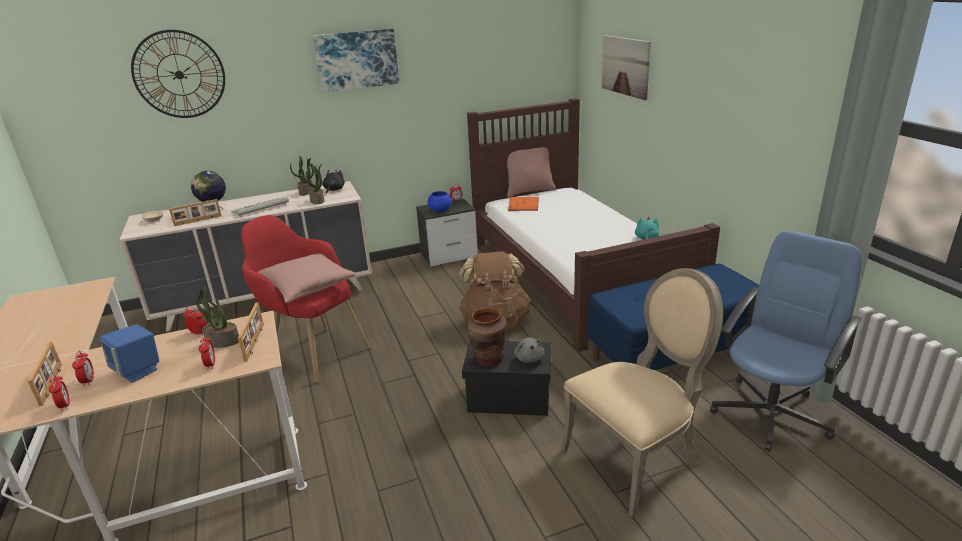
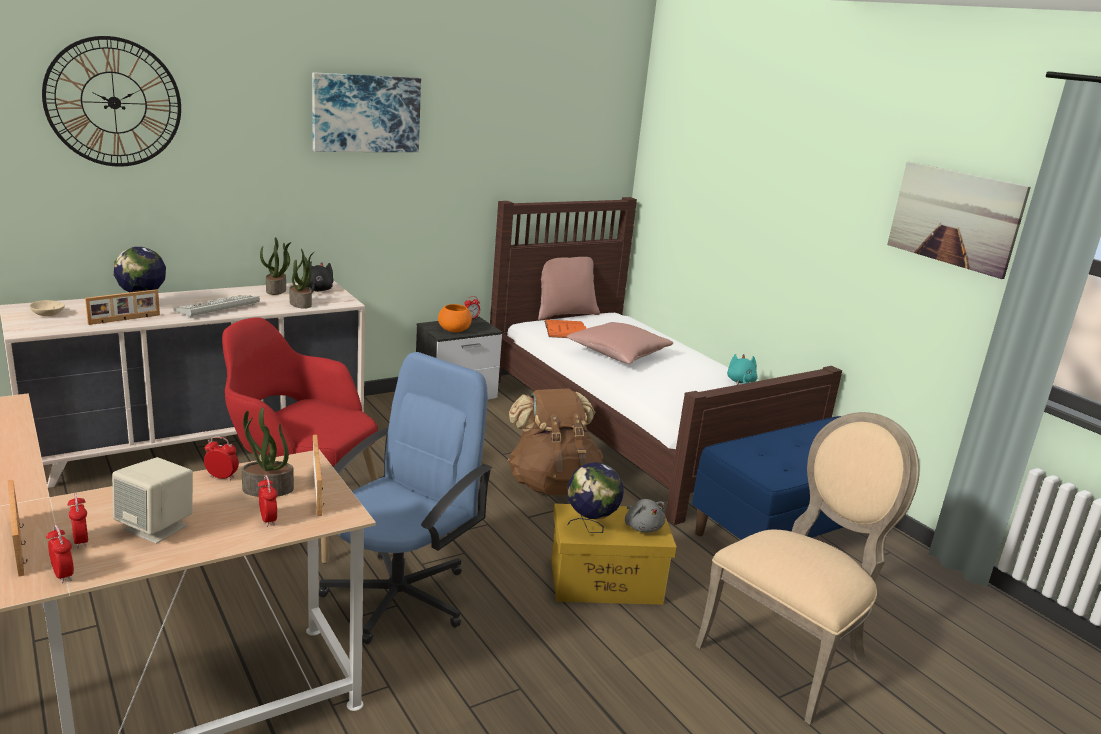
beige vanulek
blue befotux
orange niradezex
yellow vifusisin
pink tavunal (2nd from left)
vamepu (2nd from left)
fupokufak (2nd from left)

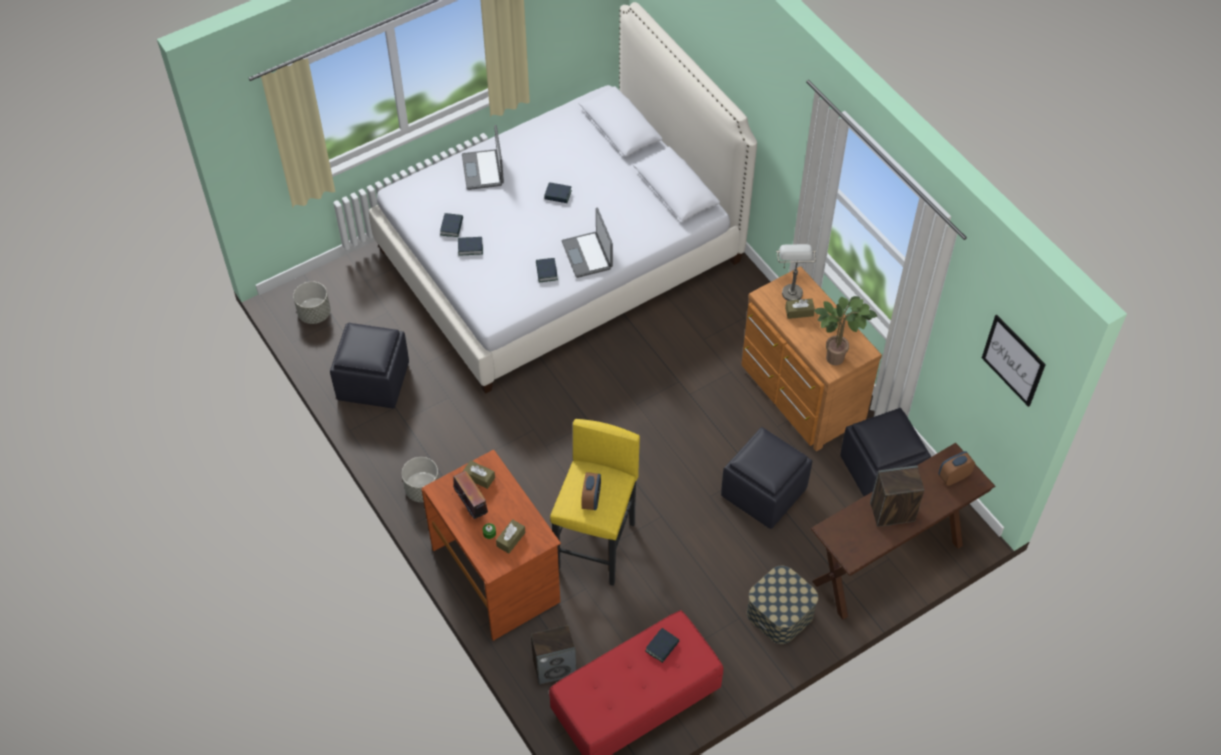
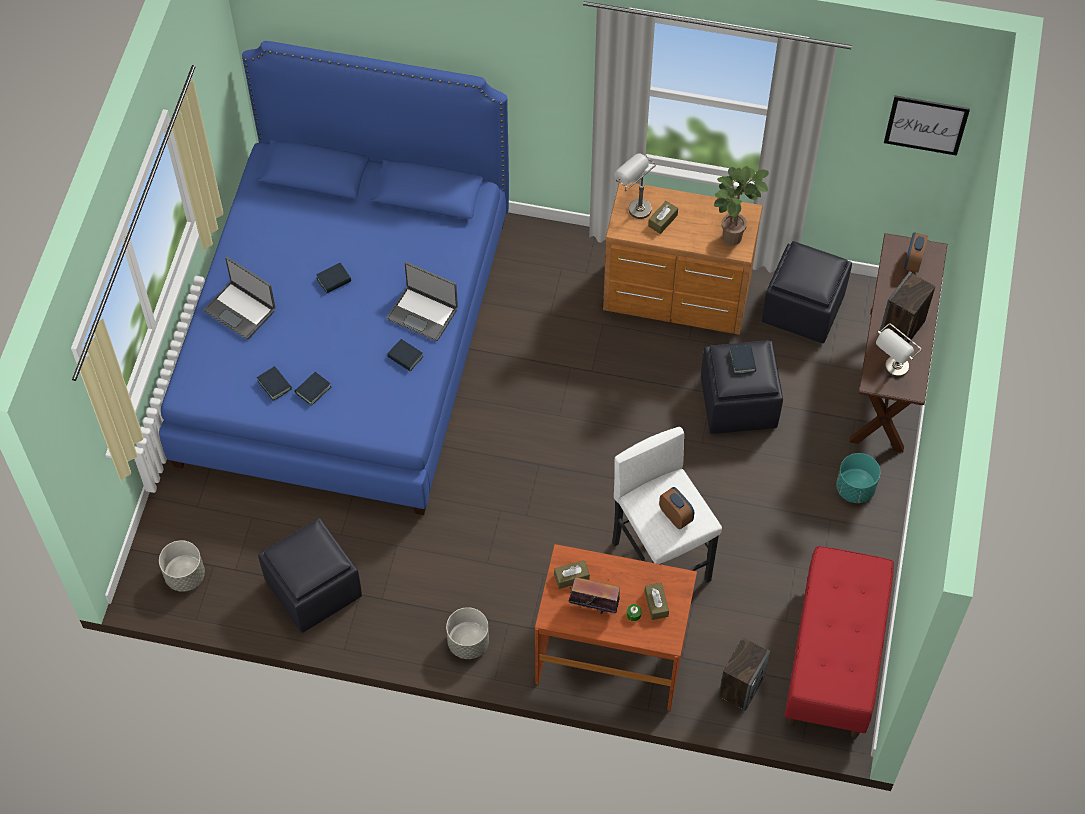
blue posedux
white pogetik
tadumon (5th from left)
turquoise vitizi
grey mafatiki (2nd from left)

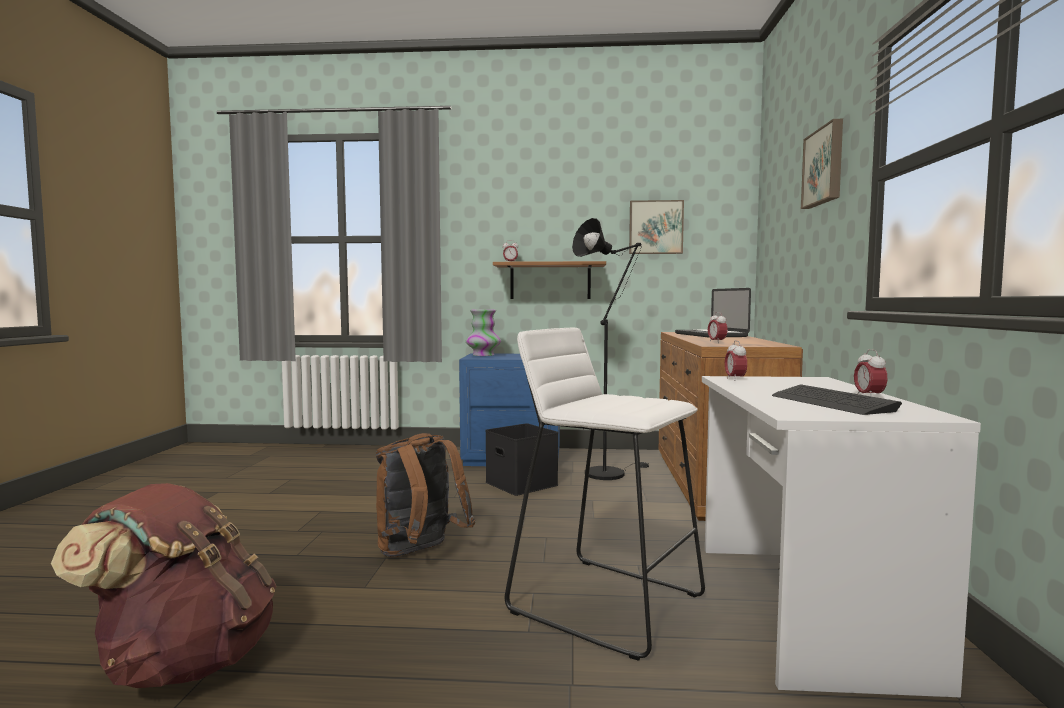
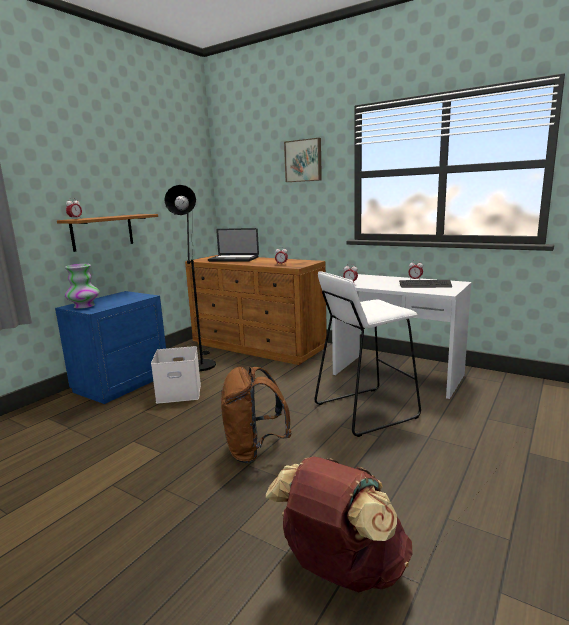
white vifusisin
fupokufak (1st from left in the first image)

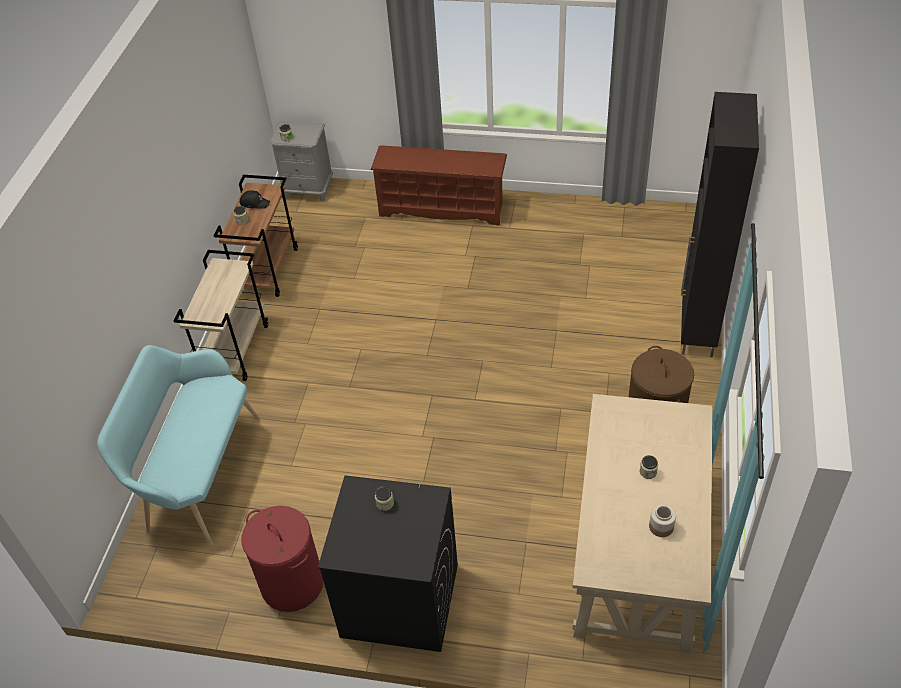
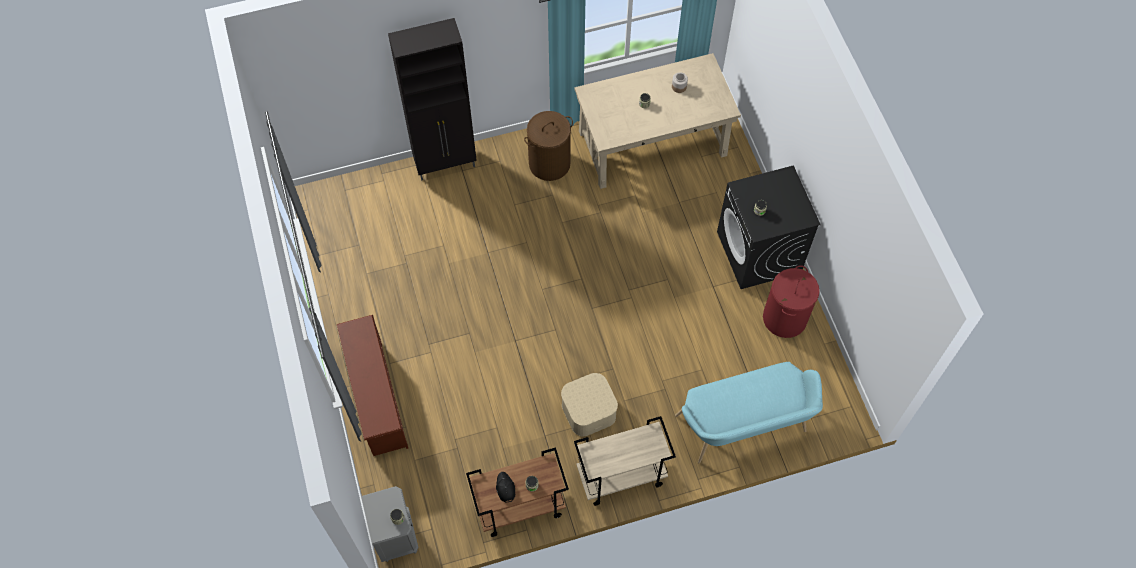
beige vifusisin

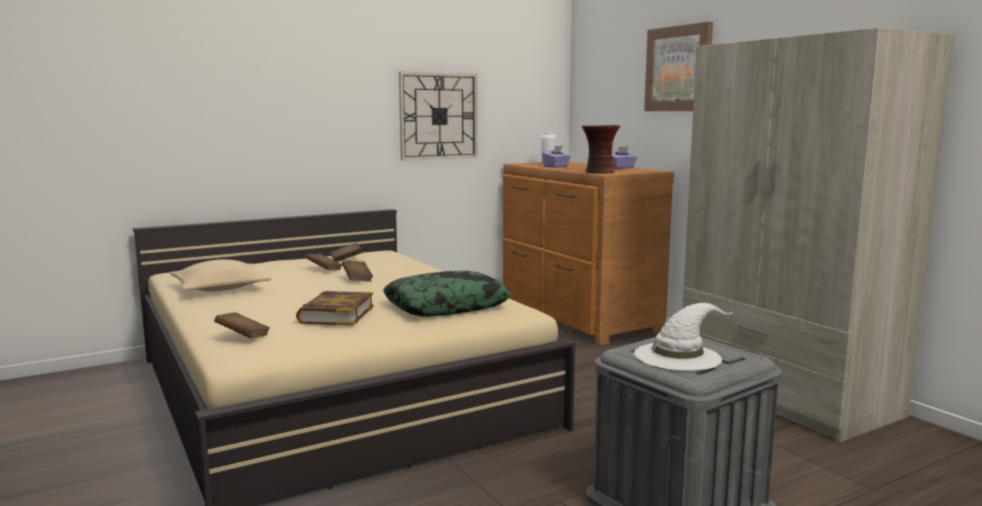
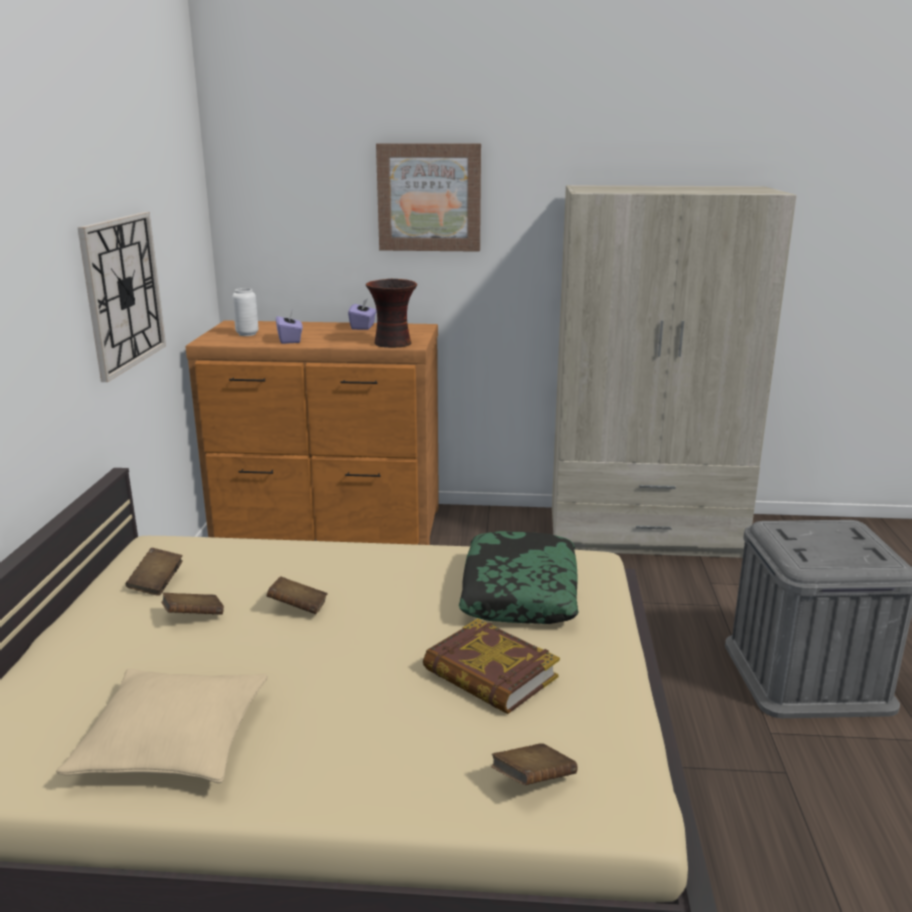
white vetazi

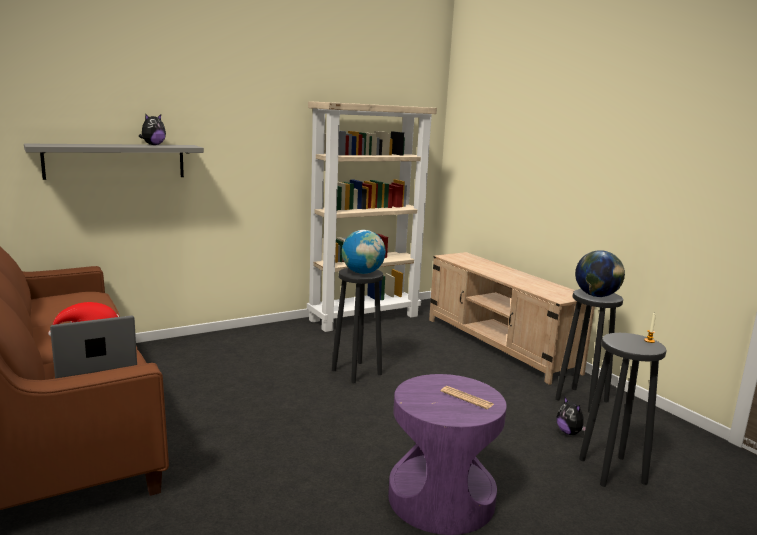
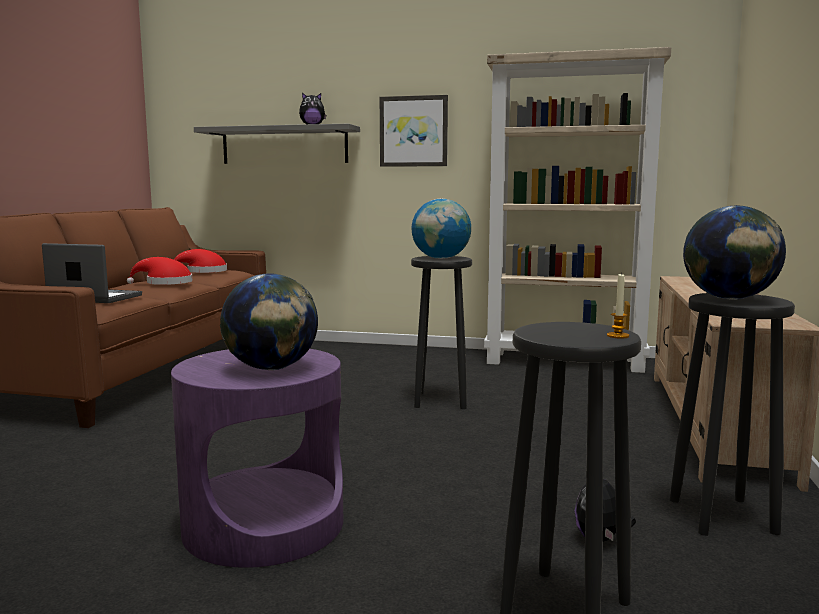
red vetazi (2nd from left)
vamepu (1st from left)
fupokufak

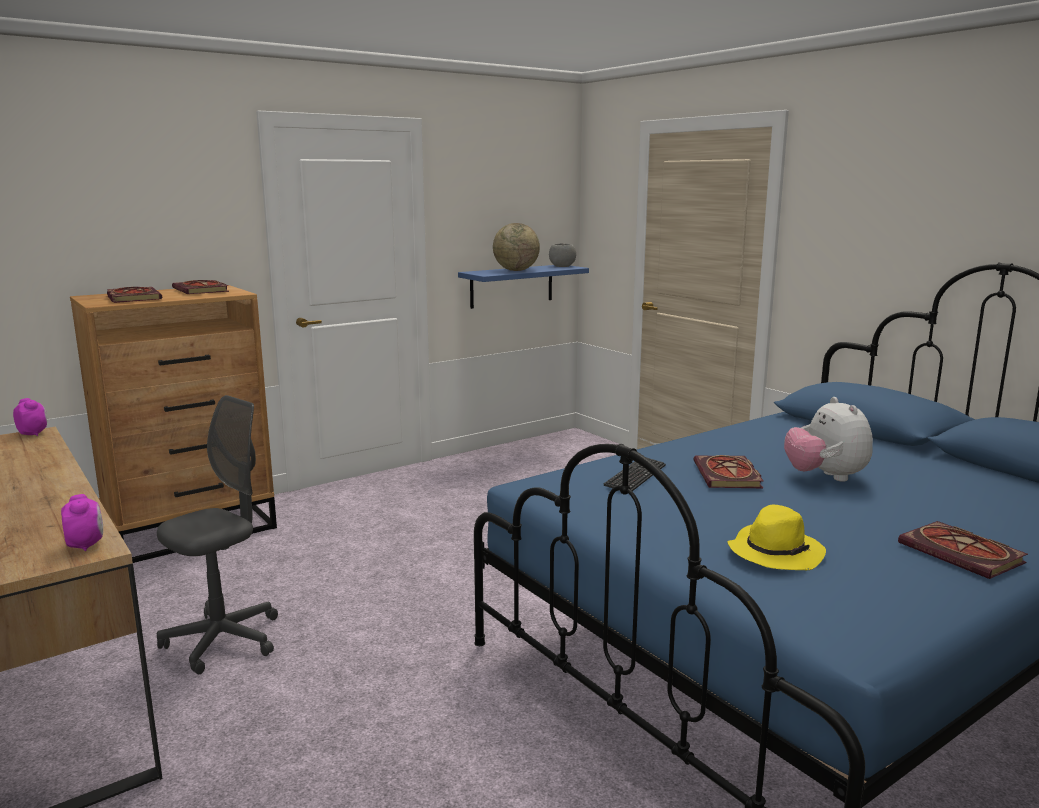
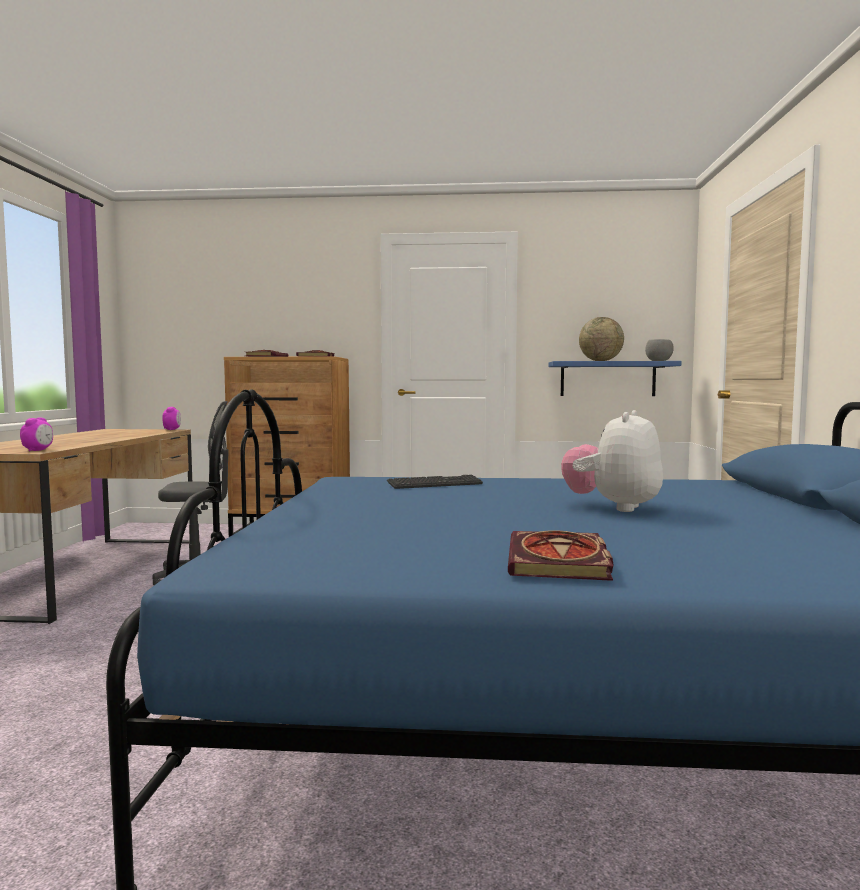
tadumon (3rd from left in the first image)
yellow vetazi

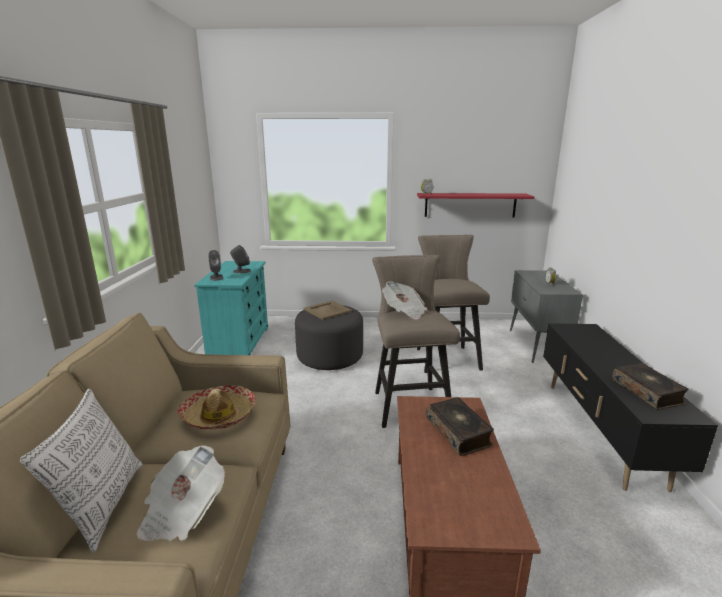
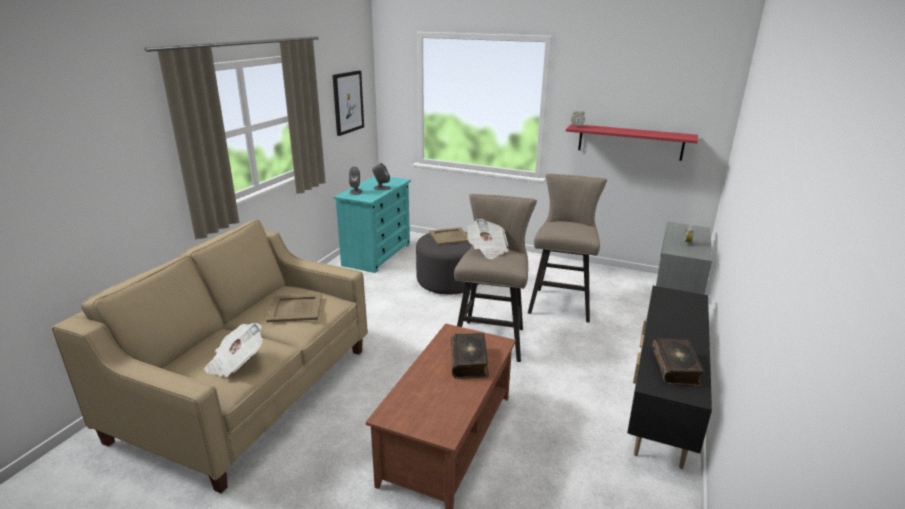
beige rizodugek (1st from left)
fupokufak
tavunal

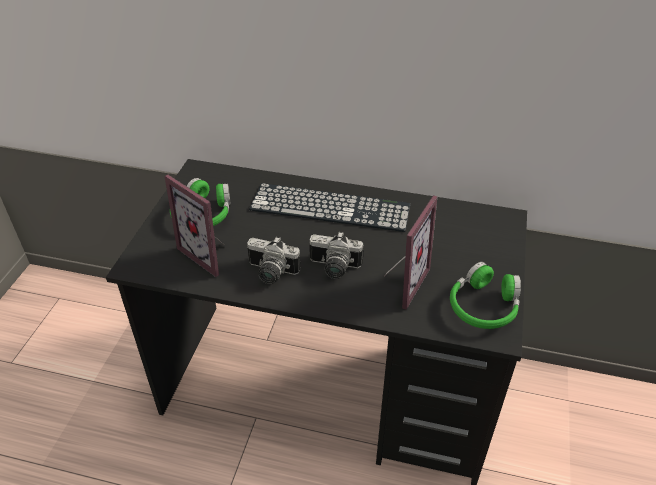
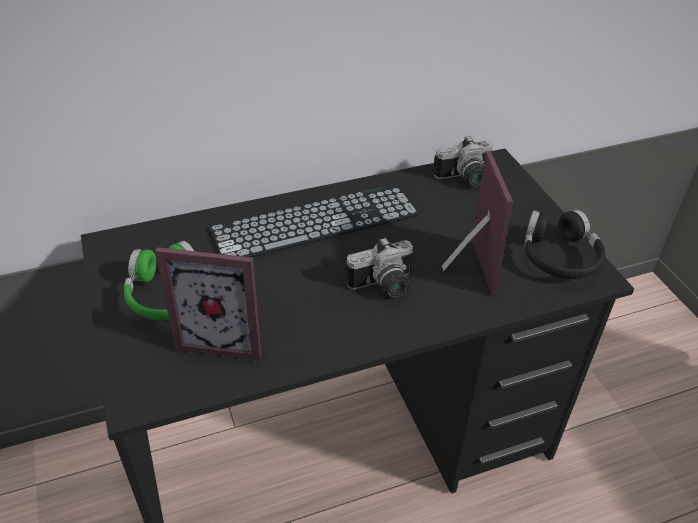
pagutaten (2nd from left)
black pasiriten

